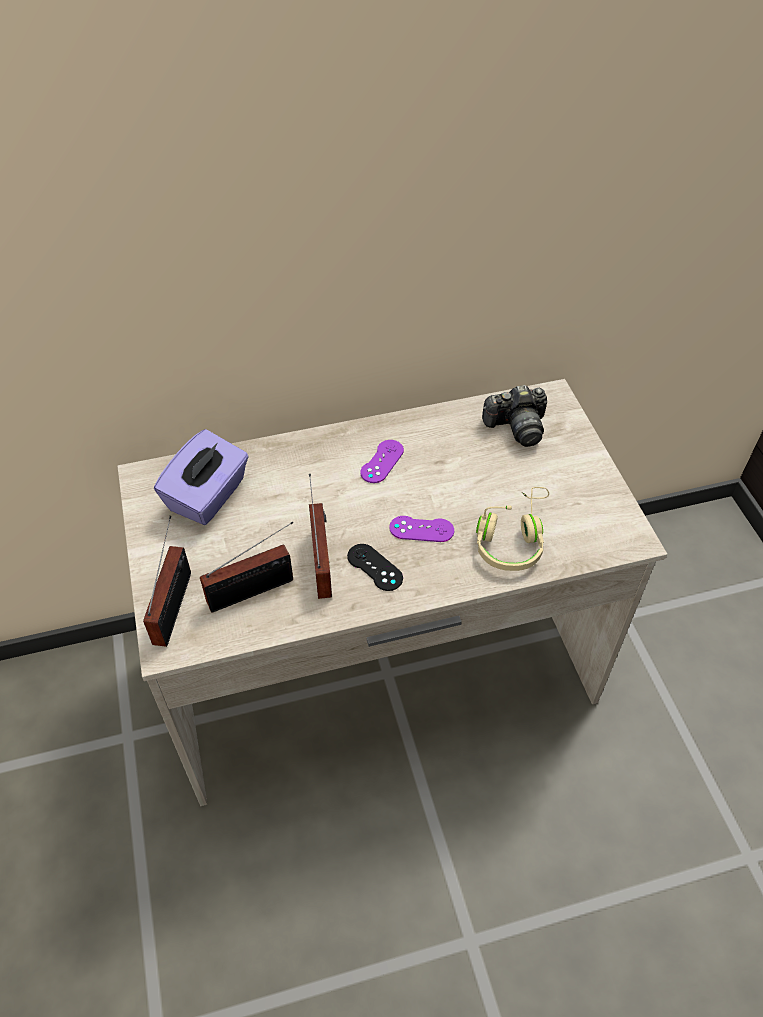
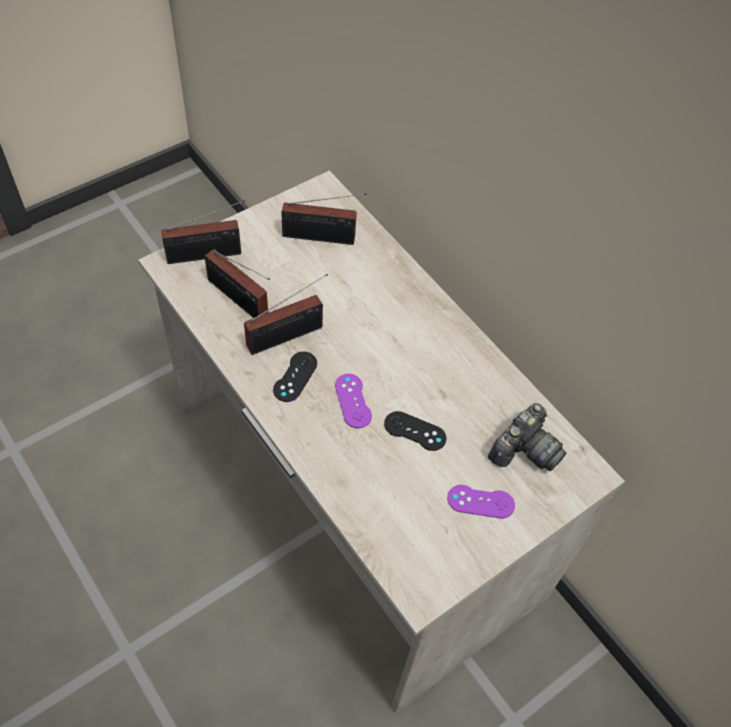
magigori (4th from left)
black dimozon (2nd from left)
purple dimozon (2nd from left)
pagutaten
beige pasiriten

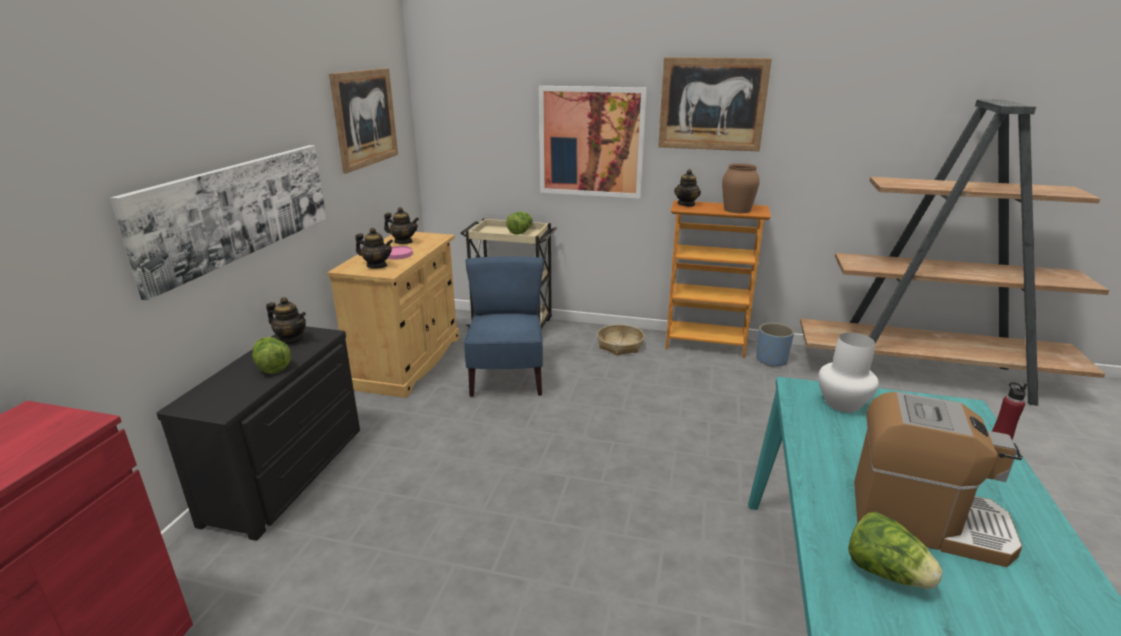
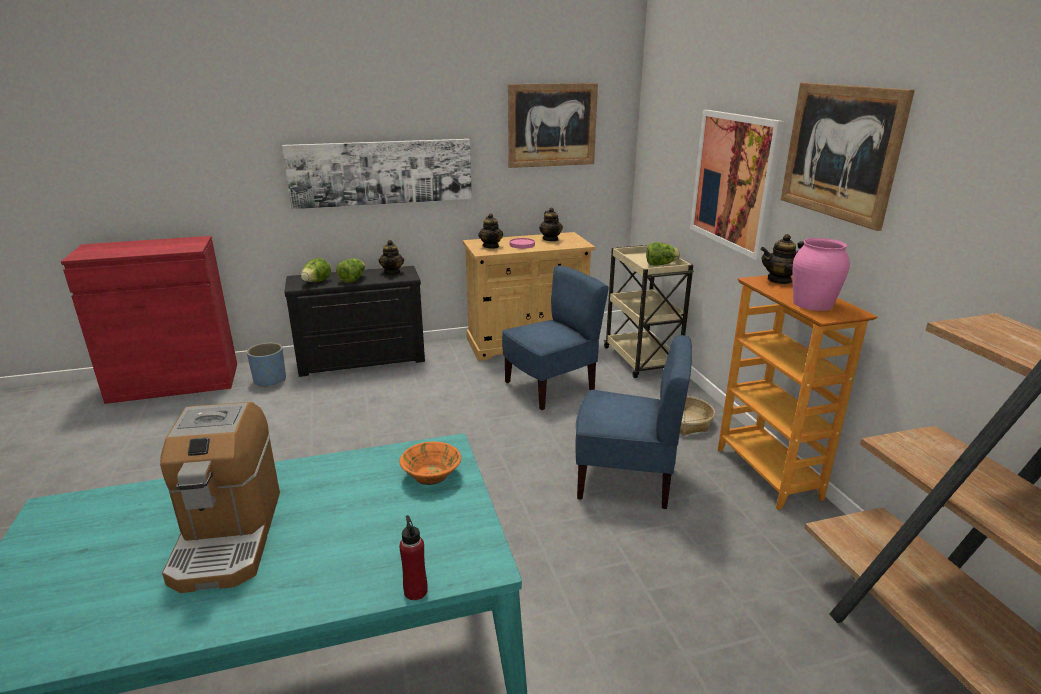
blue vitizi
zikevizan (1st from left)
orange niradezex
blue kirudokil (2nd from left)
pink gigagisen

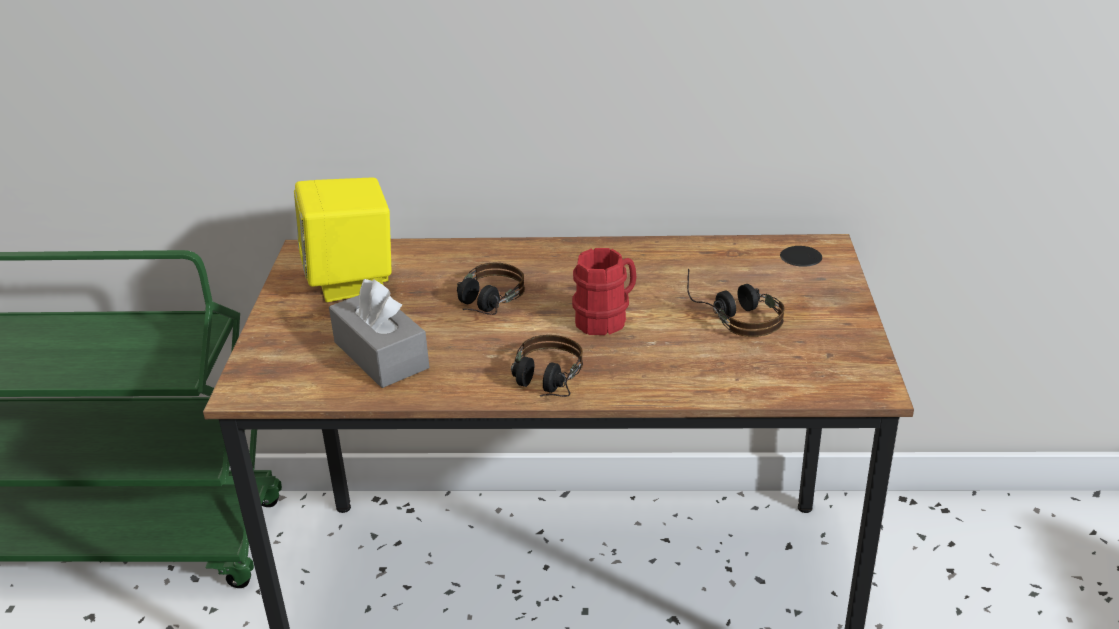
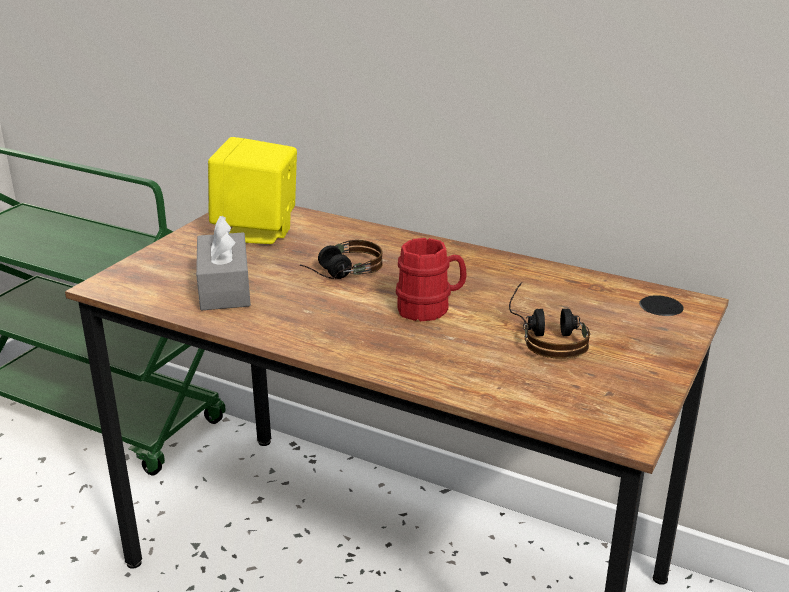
pasiriten (2nd from left in the first image)

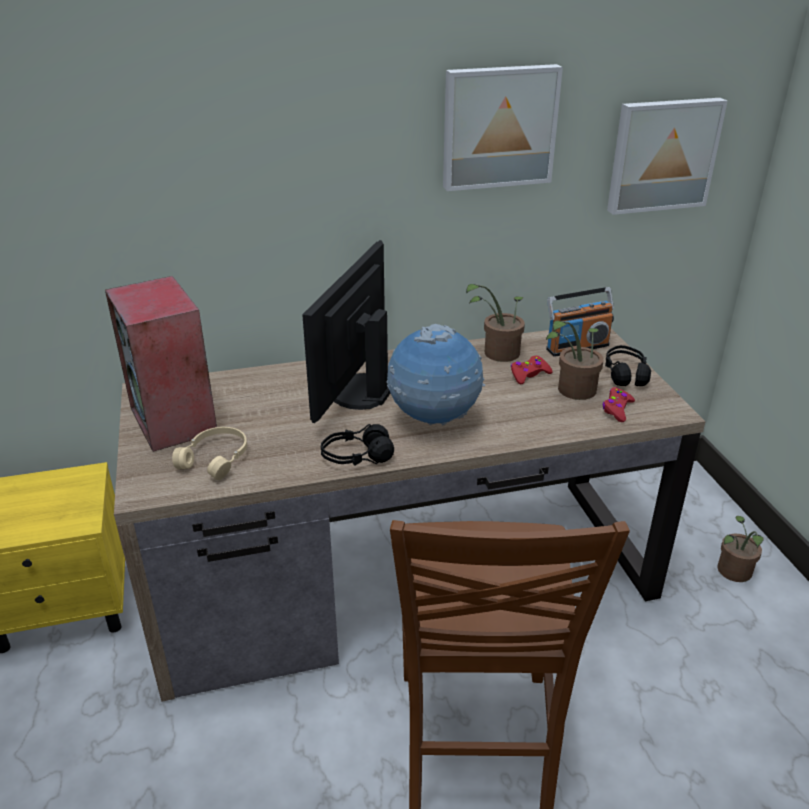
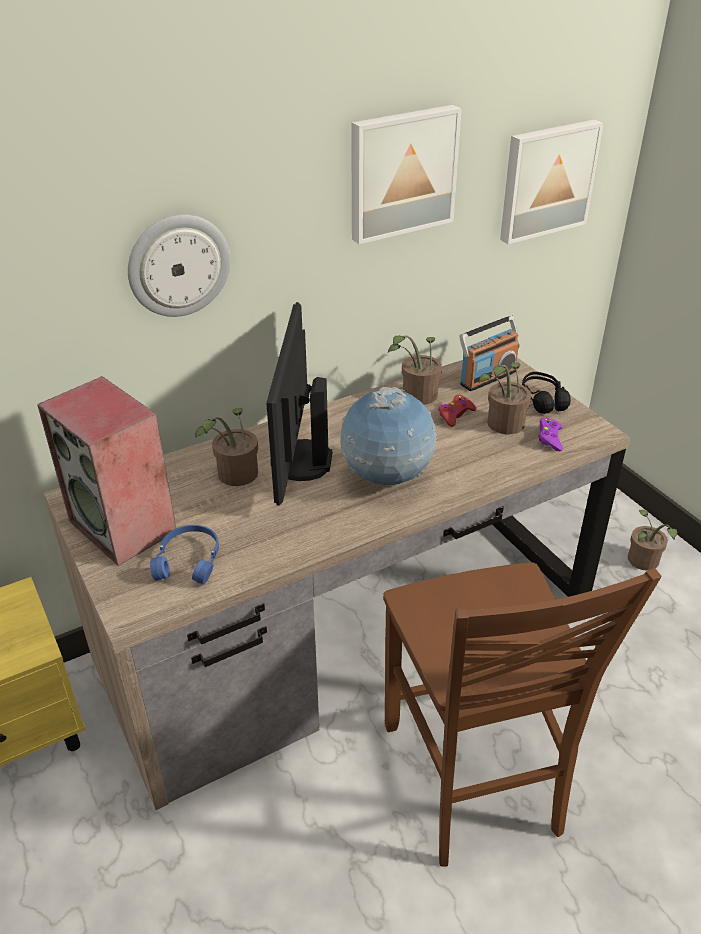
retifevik
blue pasiriten
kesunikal (1st from left)
purple dimozon
black pasiriten (1st from left in the first image)

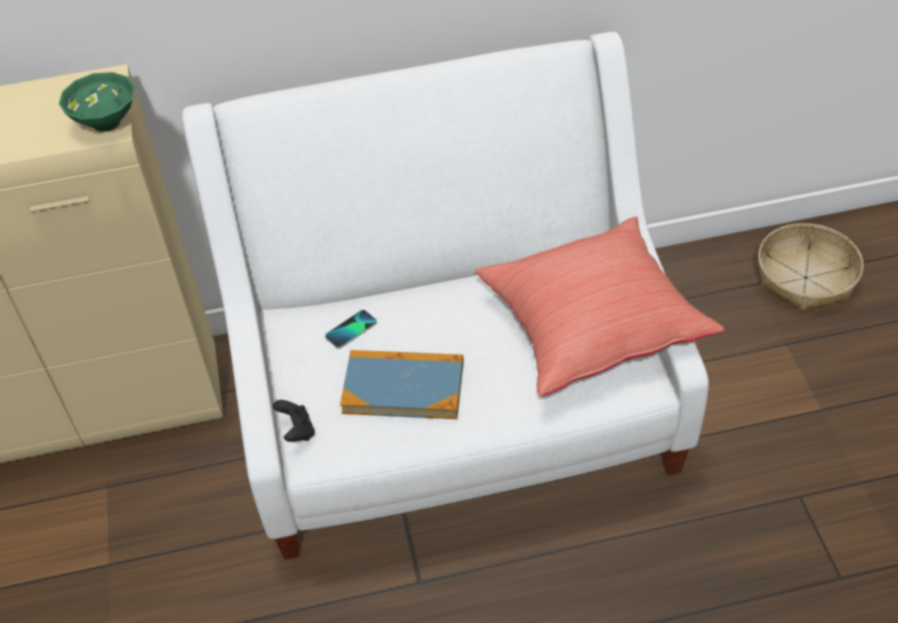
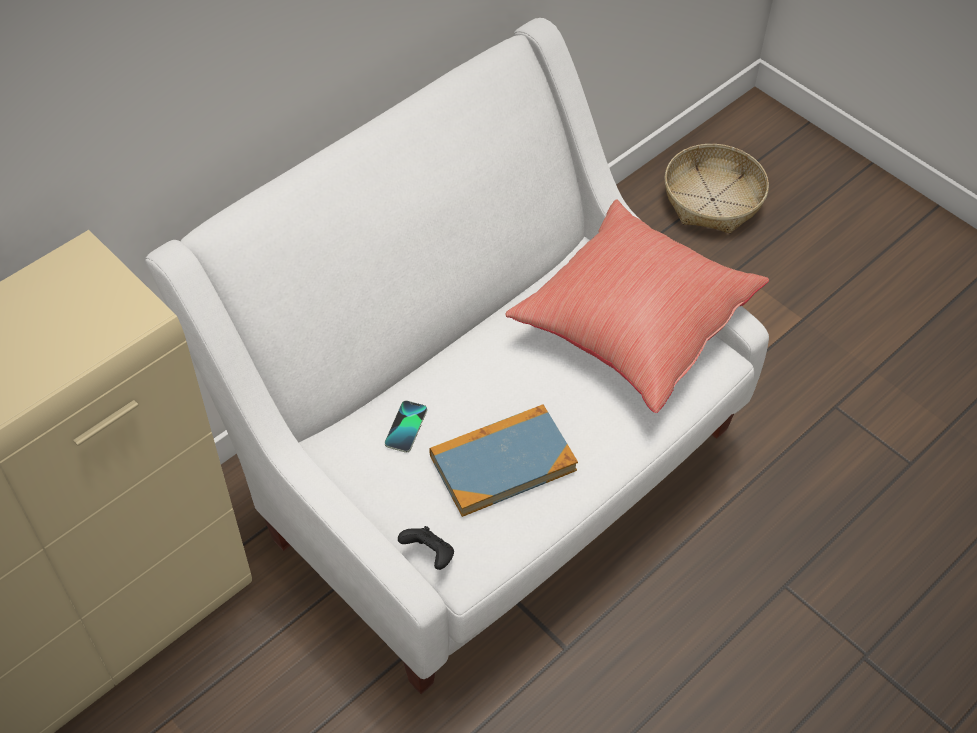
green niradezex

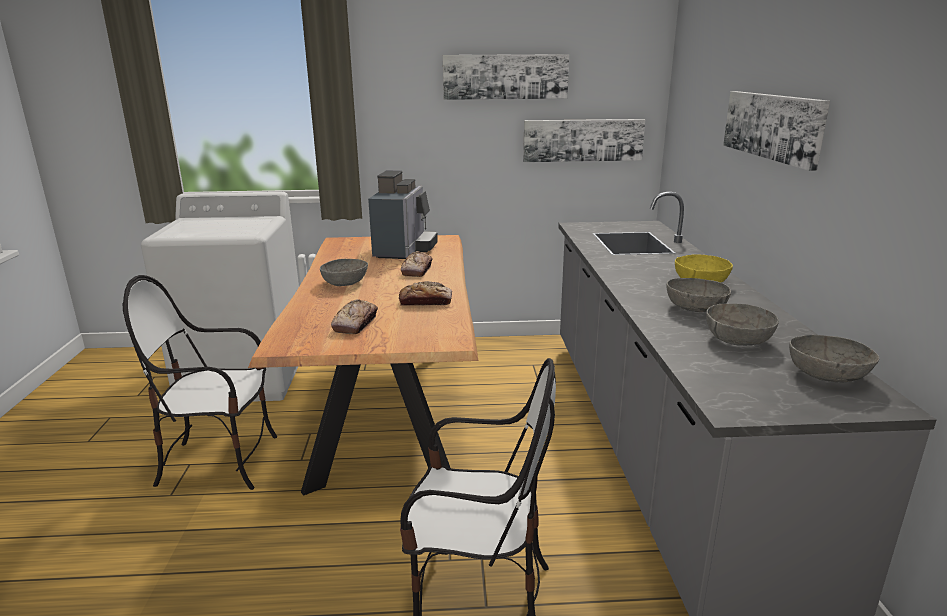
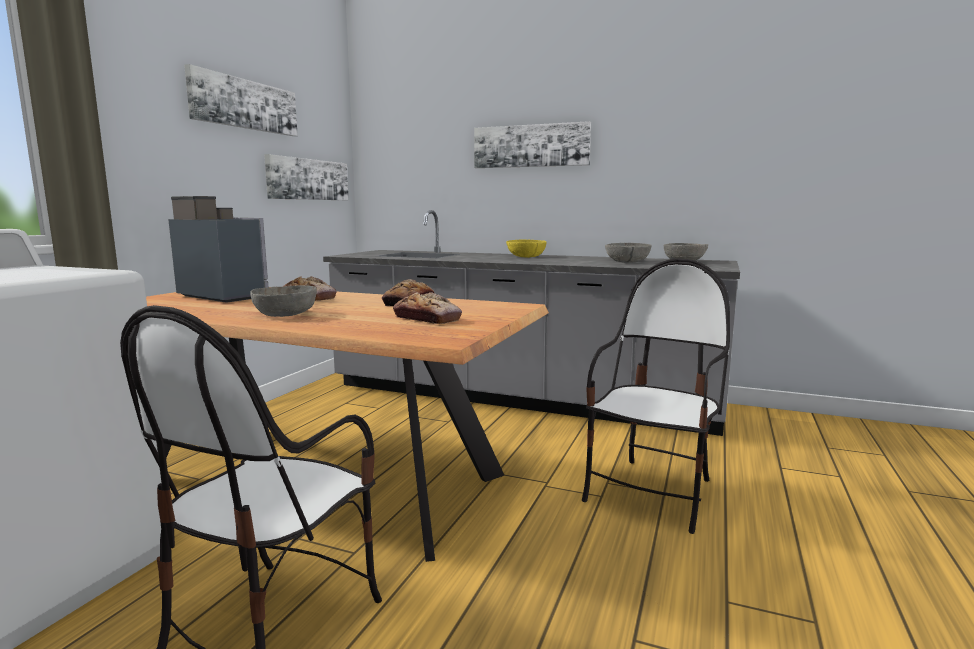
grey niradezex (2nd from left in the first image)

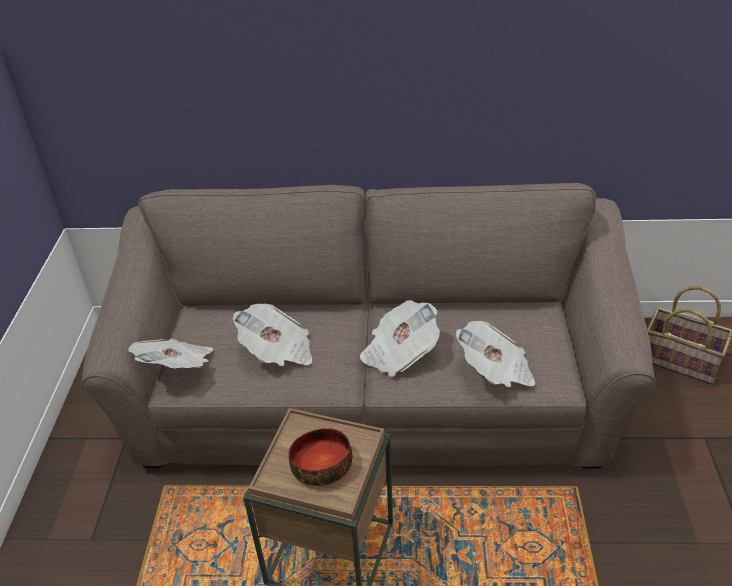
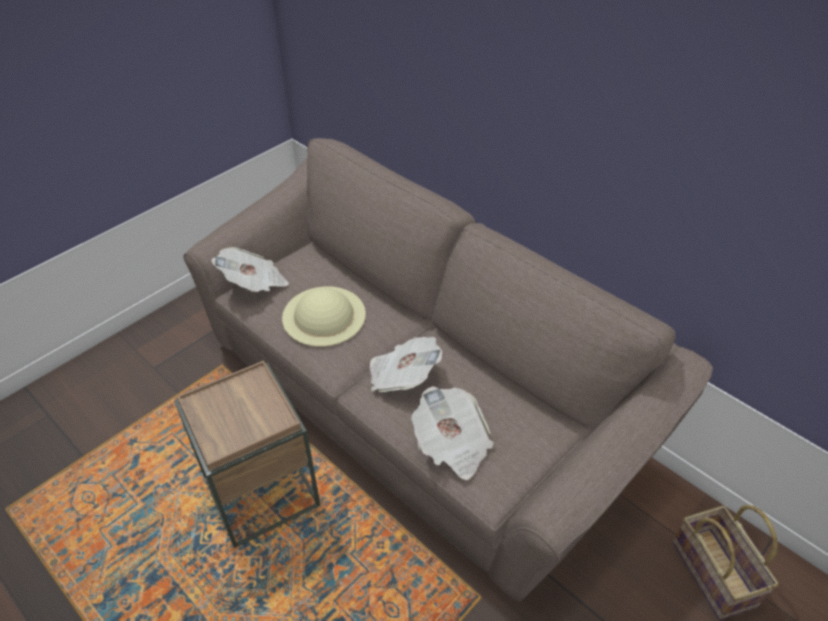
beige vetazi
niradezex

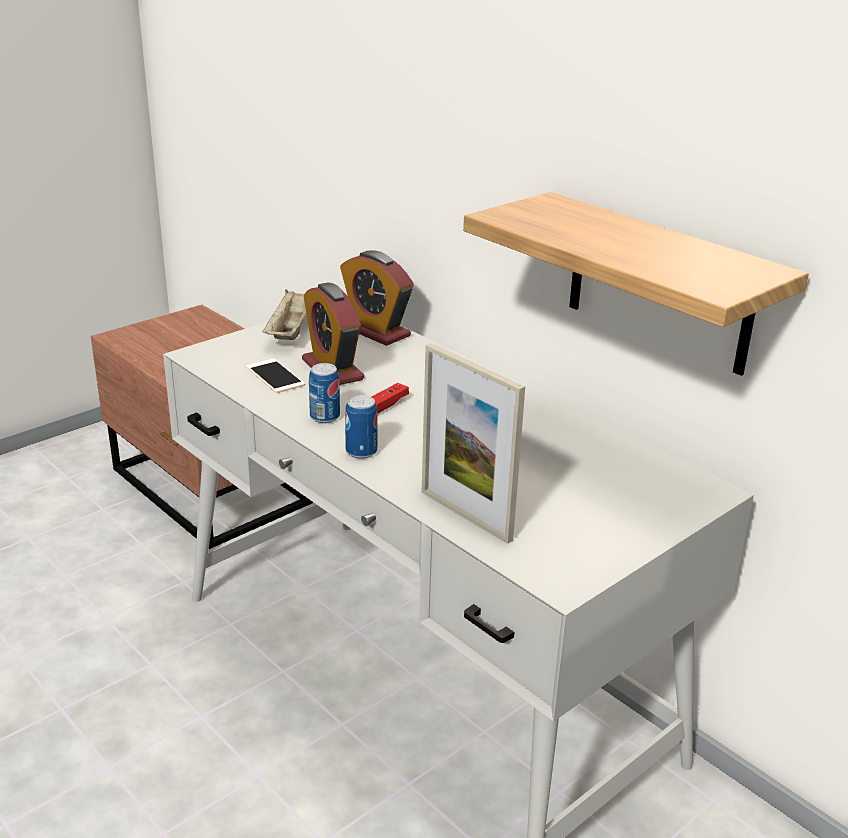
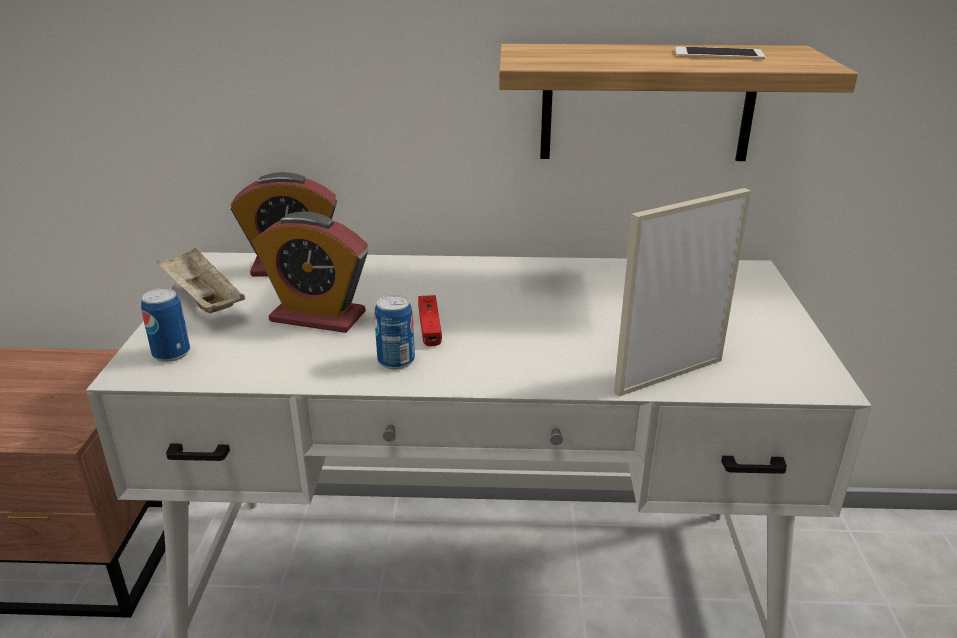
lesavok (1st from left)
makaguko
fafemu

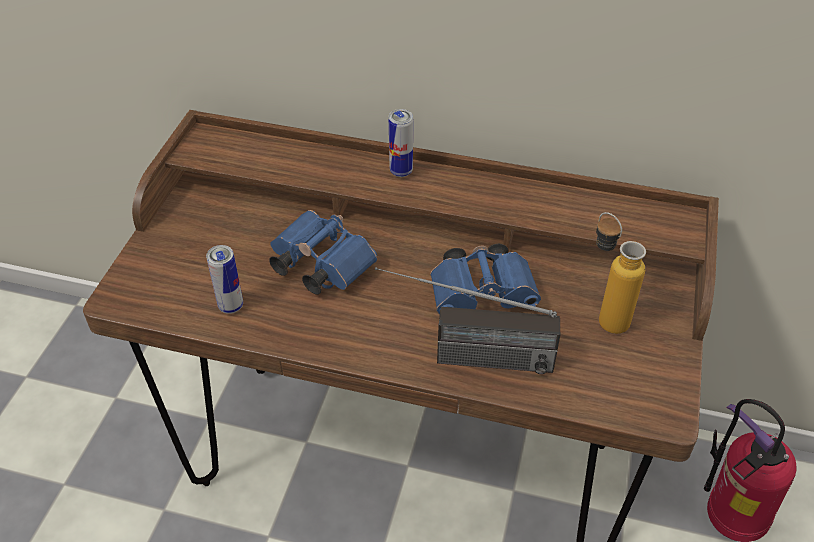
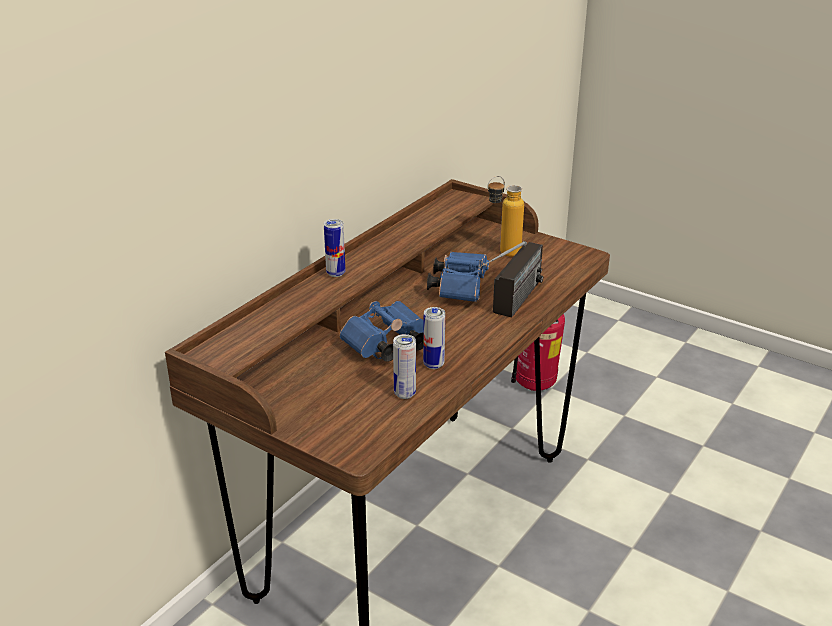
lesavok (3rd from left)

